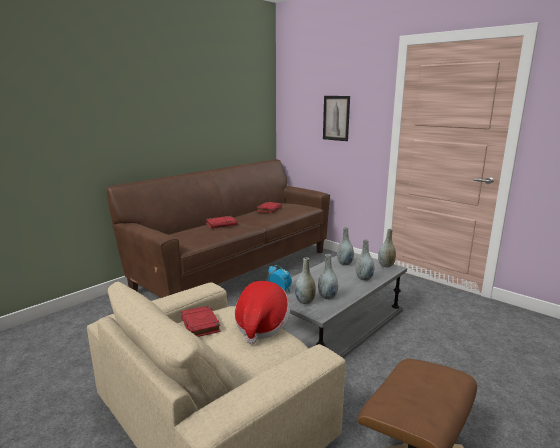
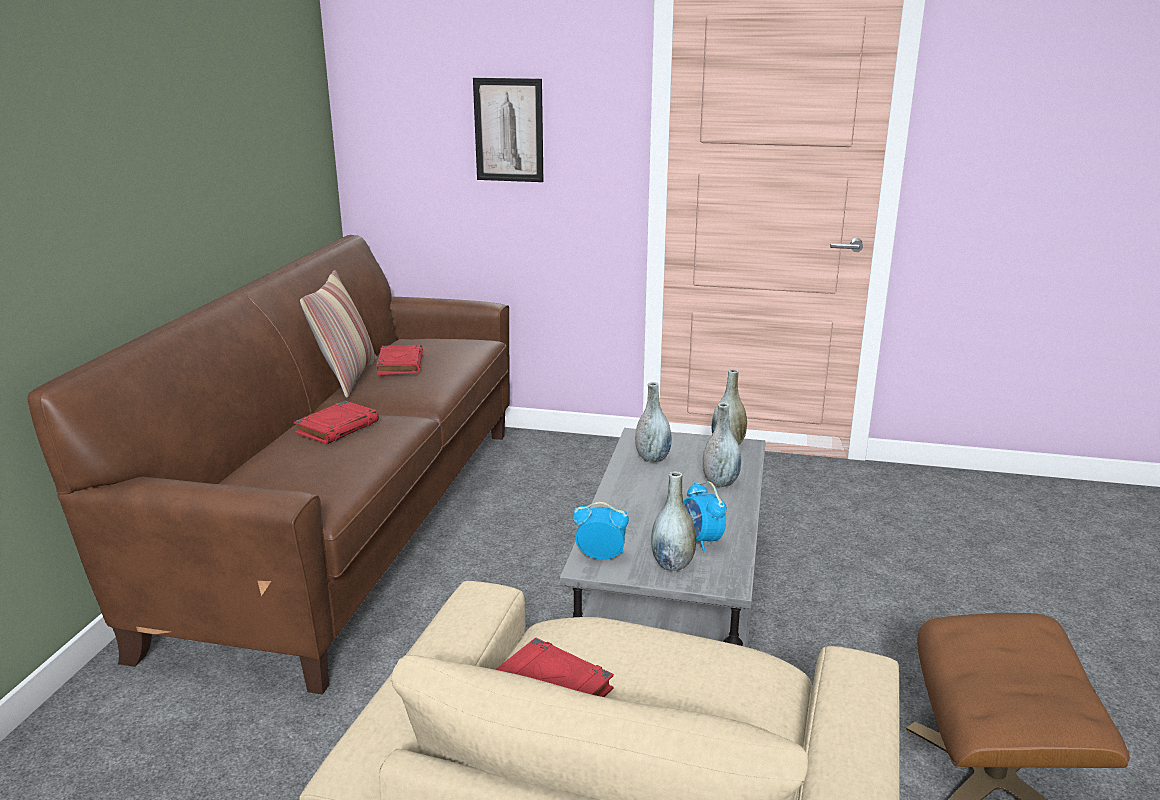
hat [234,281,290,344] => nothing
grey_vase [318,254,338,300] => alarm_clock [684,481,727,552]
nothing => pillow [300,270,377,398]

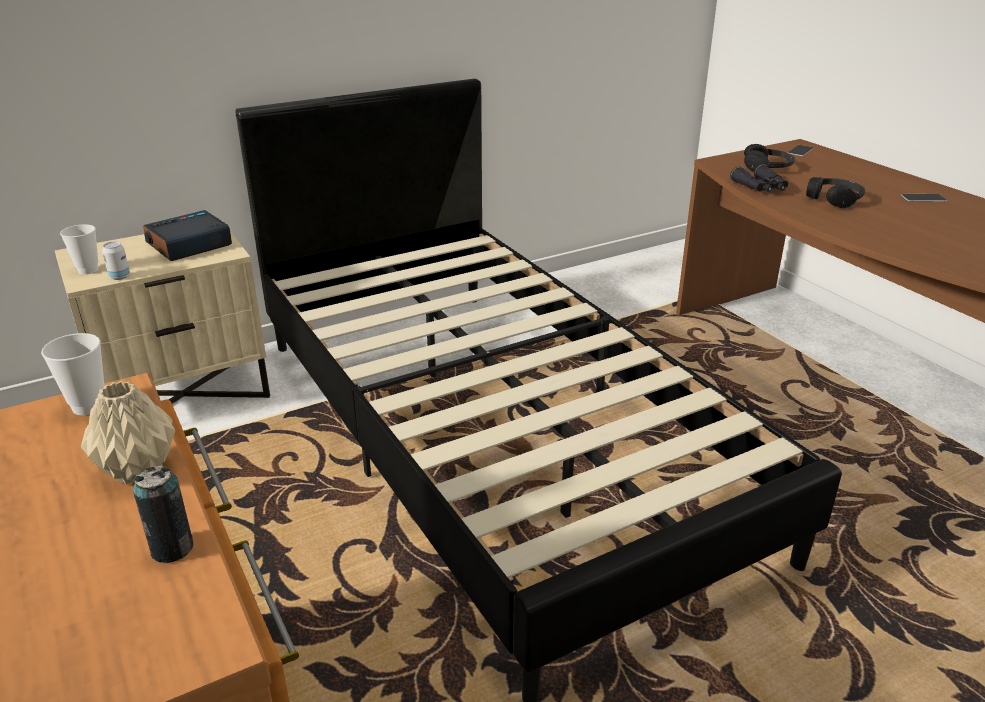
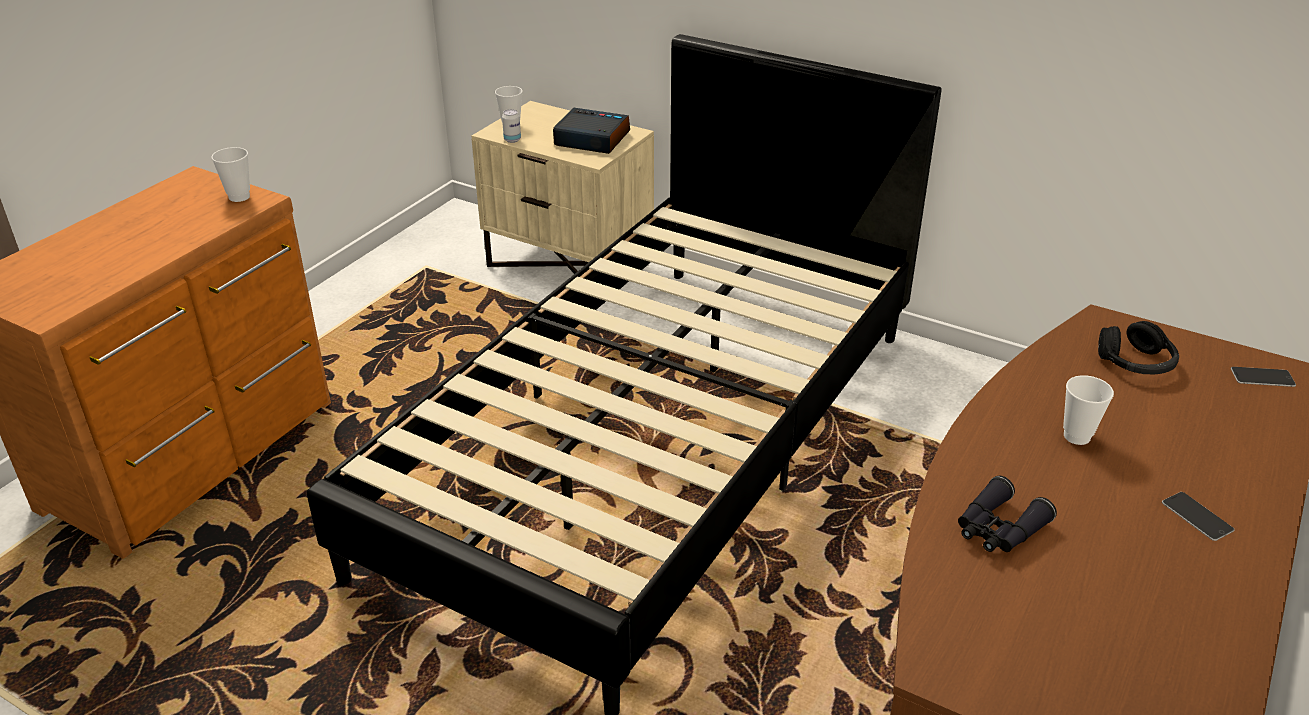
beige_vase [81,381,175,485] => nothing
can [133,466,194,563] => nothing
black_binoculars [730,164,788,192] => black_binoculars [958,476,1057,552], moved
black_headphones [806,177,865,208] => cup [1063,375,1114,445]

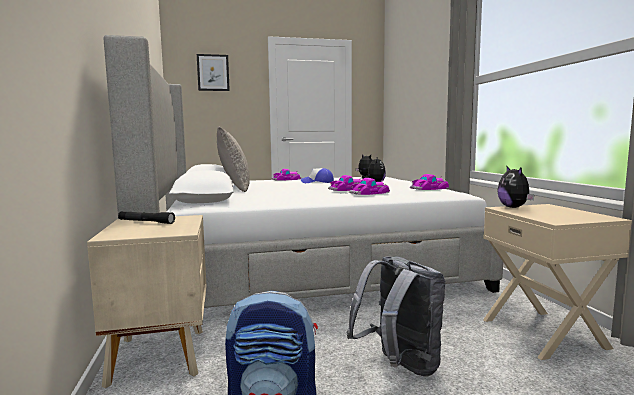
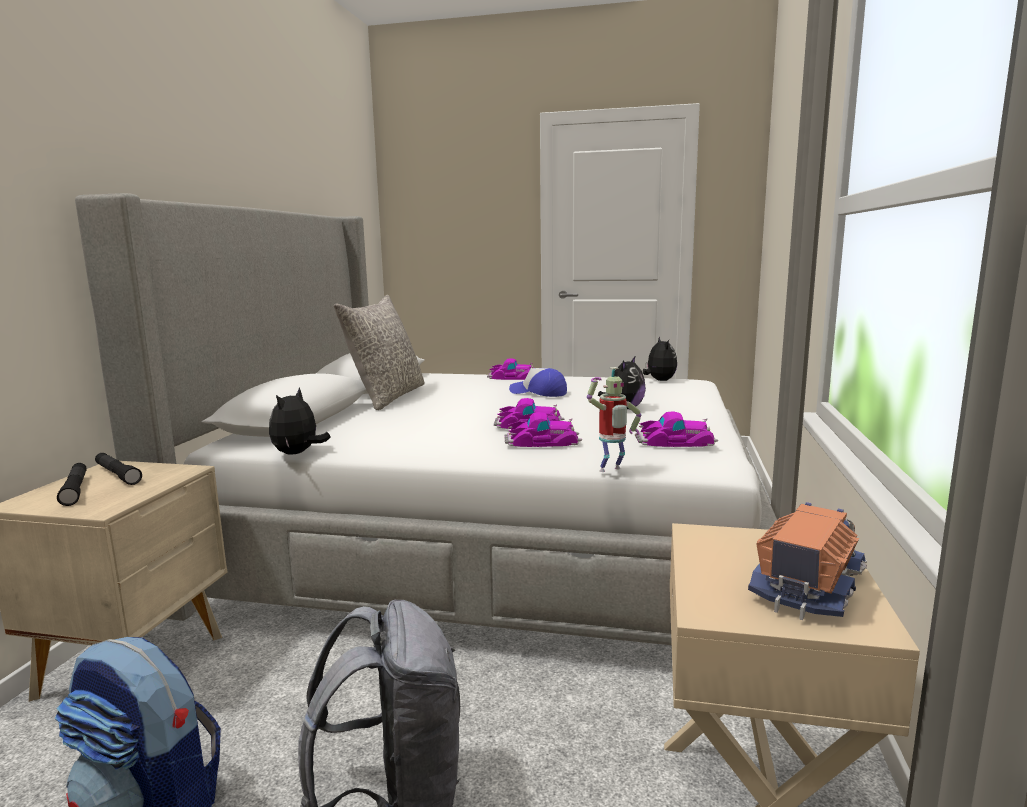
picture [197,54,230,91] => nothing
plush_toy [497,165,534,208] => plush_toy [269,387,330,455], moved
nothing => black_flashlight [57,463,87,506]
nothing => toy_robot [587,367,641,472]
nothing => toy_truck [748,502,867,620]

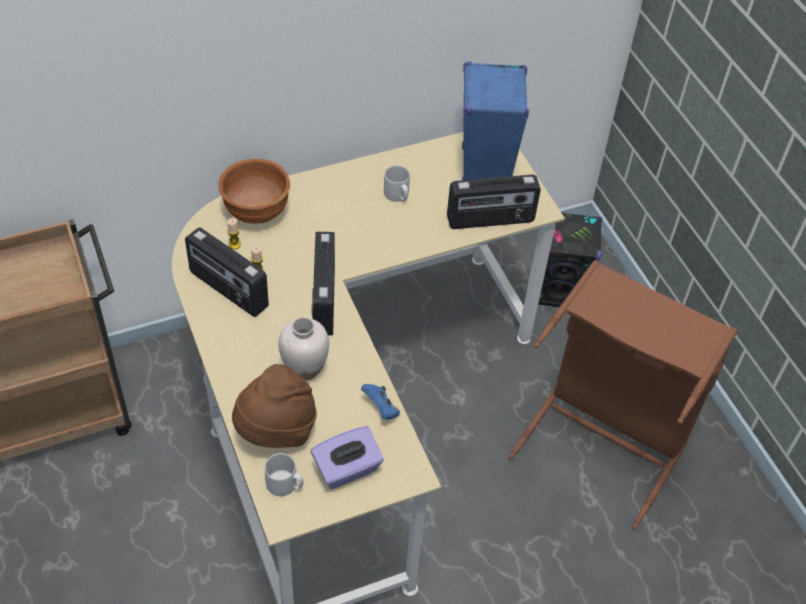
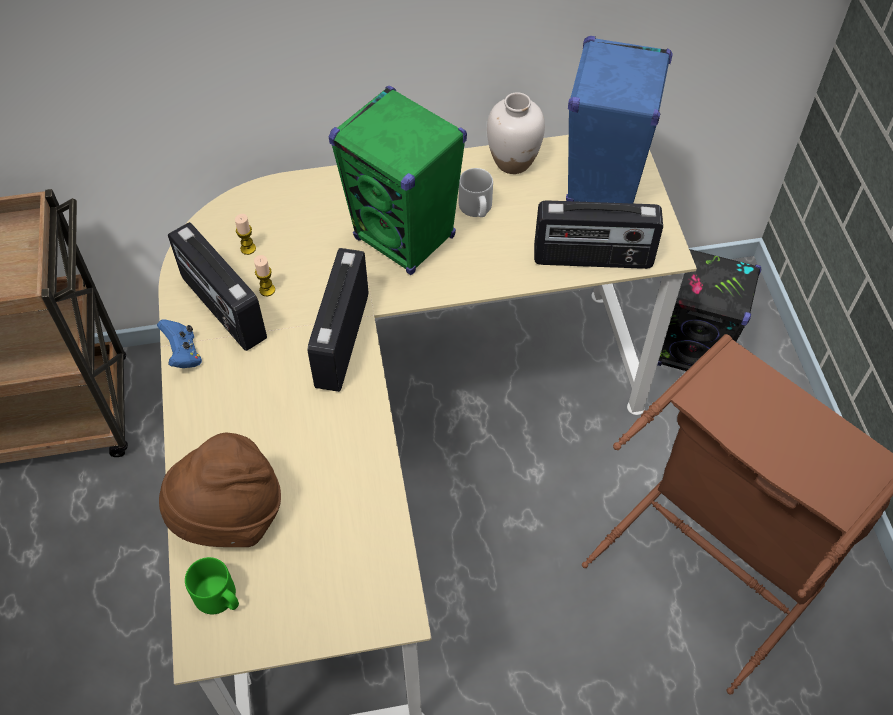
brown_bowl [219,159,290,224] => nothing
grey_mug [264,453,304,496] => green_mug [185,557,239,614]
white_vase [278,317,329,381] => white_vase [487,92,545,174], moved
purple_tissue_box [311,426,384,489] => nothing
blue_game_controller [361,384,400,420] => blue_game_controller [157,319,202,368], moved
nothing => green_speaker [329,86,467,275]

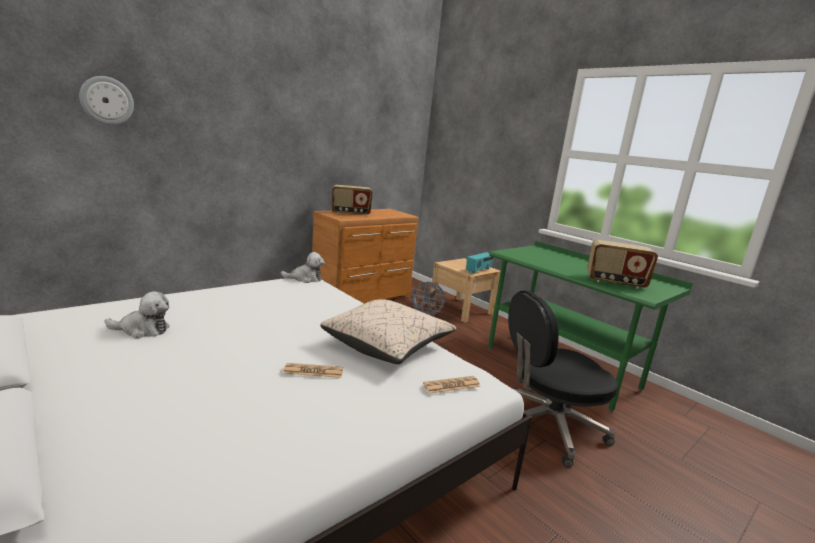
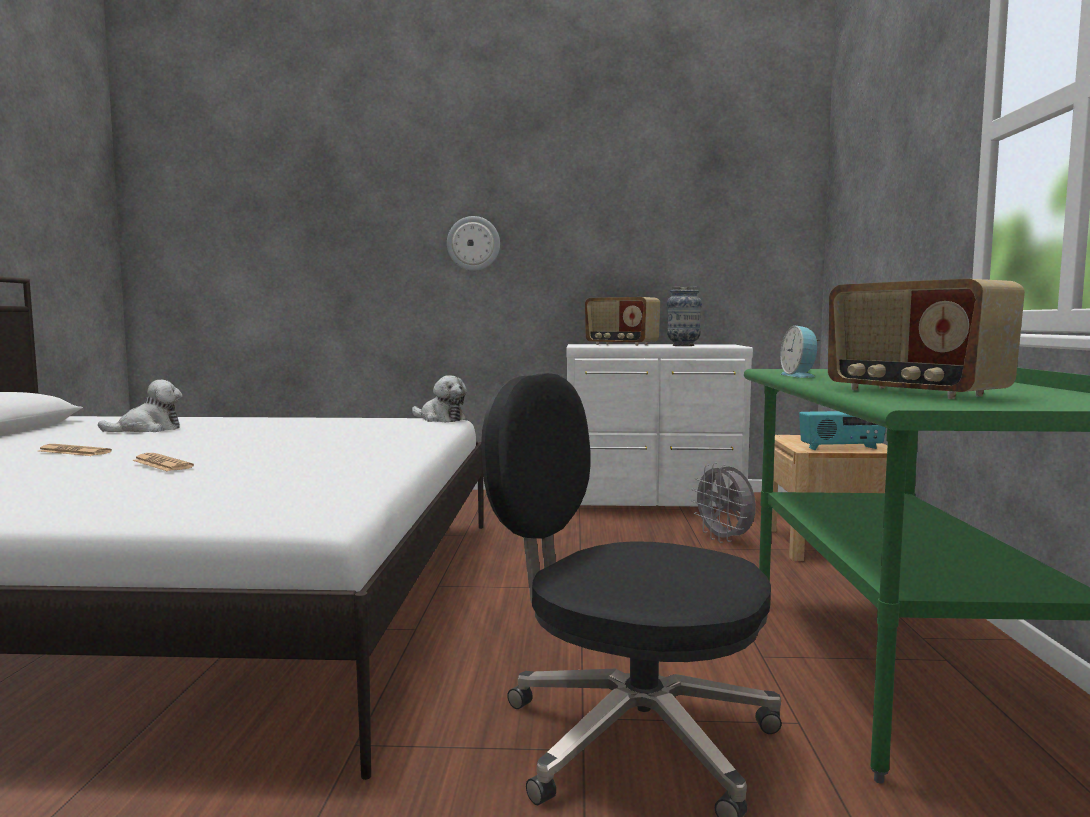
wall_clock [79,76,134,125] => wall_clock [447,216,500,271], moved
plush_toy [105,291,170,338] => plush_toy [98,380,183,432], 75 degrees counterclockwise
brown_dresser [312,209,419,303] => white_dresser [566,344,753,514]
beige_pillow [321,299,456,364] => nothing
newspaper [423,376,481,393] => newspaper [38,444,112,456], moved
nothing => vase [667,286,702,346]
nothing => alarm_clock [780,326,820,378]

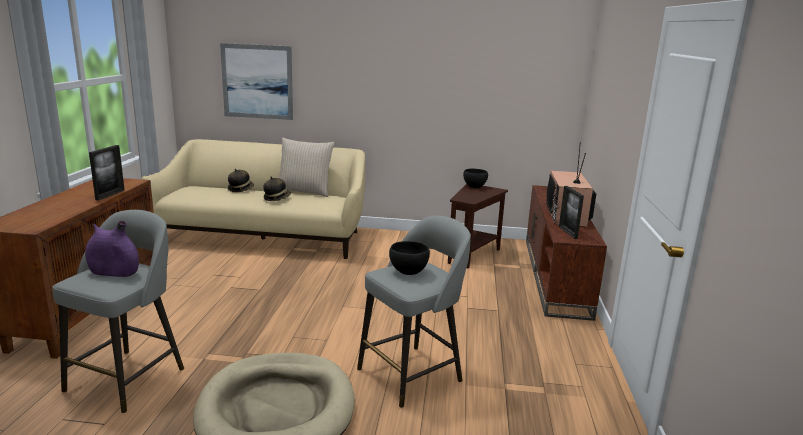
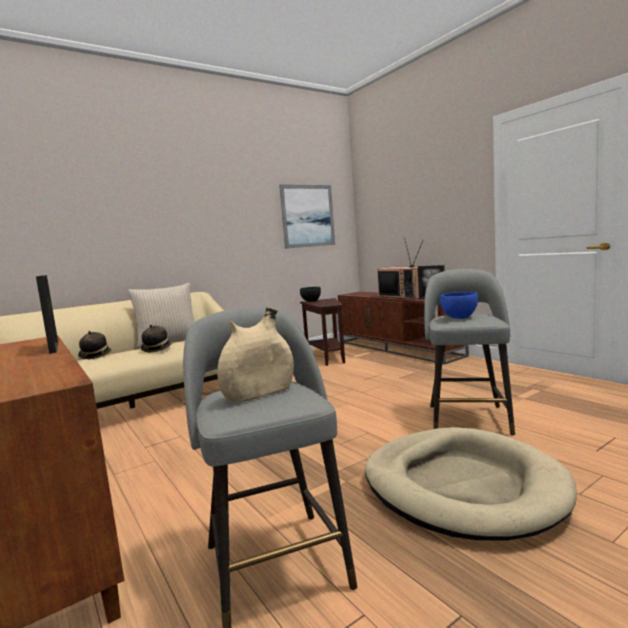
purple_vase [85,221,139,277] => beige_vase [217,307,294,402]
picture [220,43,293,120] => picture [279,184,335,249], moved
black_bowl [389,241,430,275] => blue_bowl [440,292,478,319]

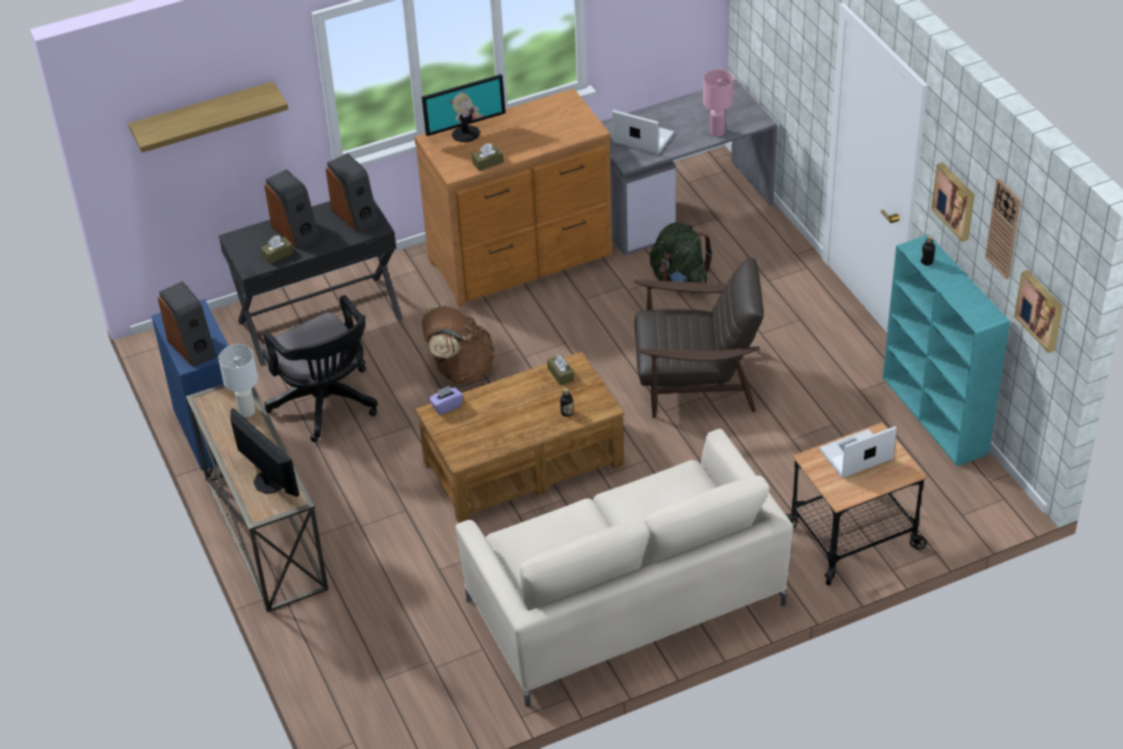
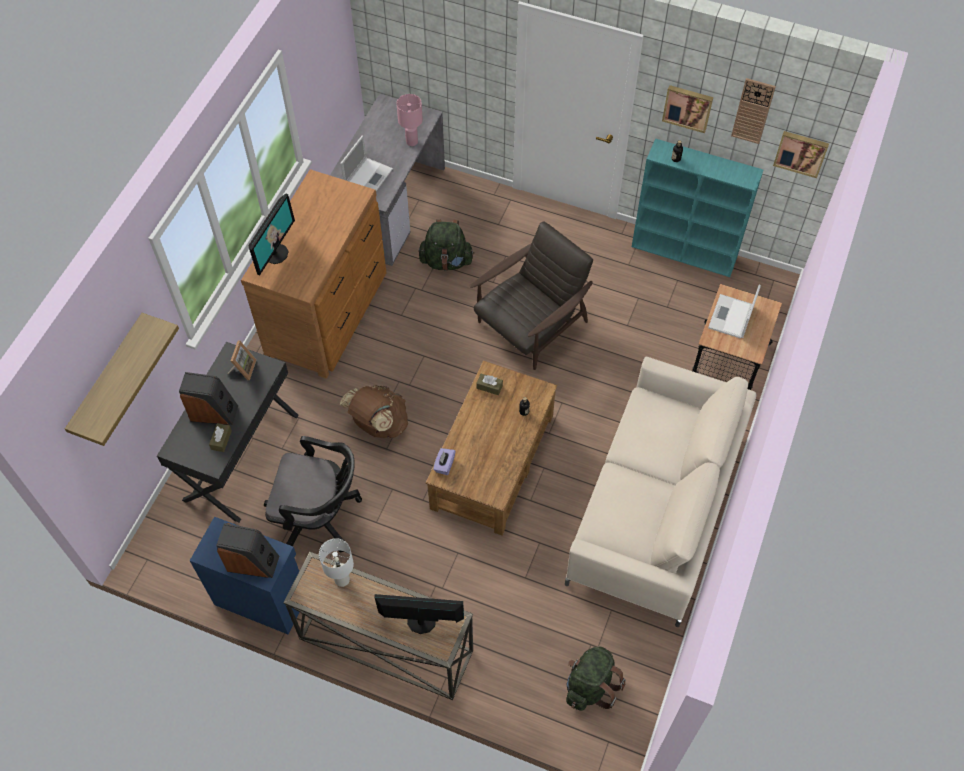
speaker [326,153,379,233] => picture_frame [227,340,256,380]
brown_tissue_box [472,143,504,171] => nothing
laptop [612,110,674,154] => laptop [340,136,393,191], 135 degrees clockwise
nothing => green_backpack [566,646,626,711]

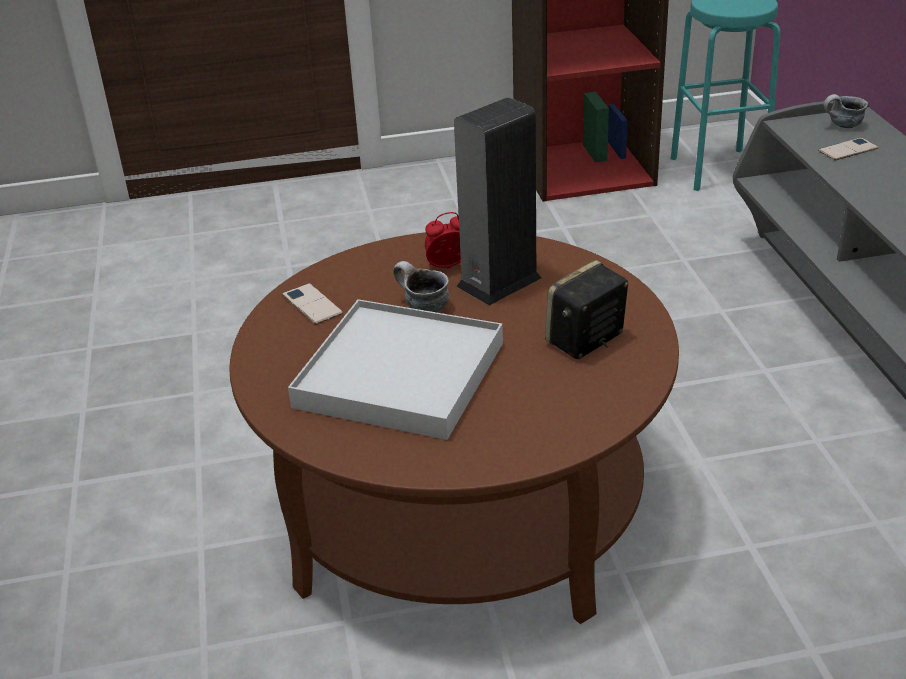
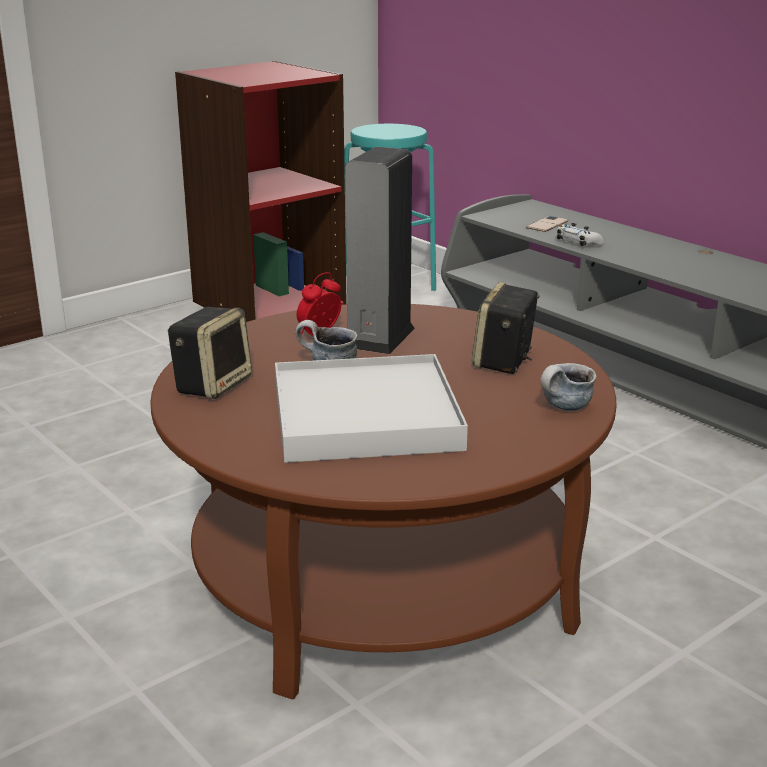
phone [282,283,343,325] => speaker [168,307,252,399]
mug [824,94,868,128] => mug [541,363,597,411], moved
nothing => white_game_controller [557,223,605,246]

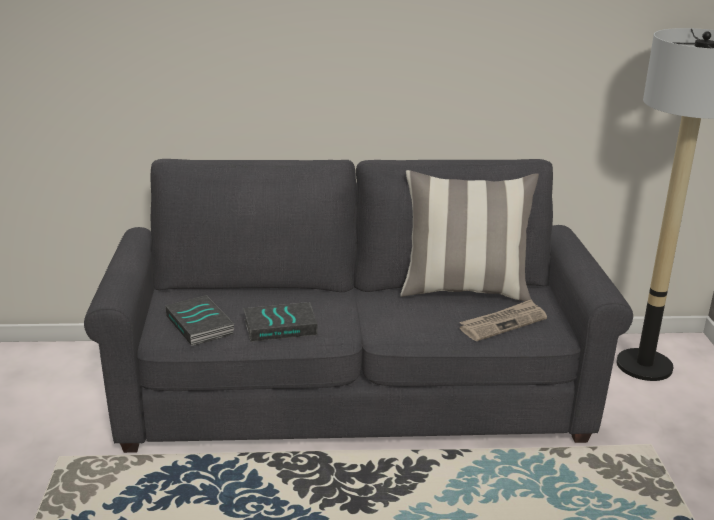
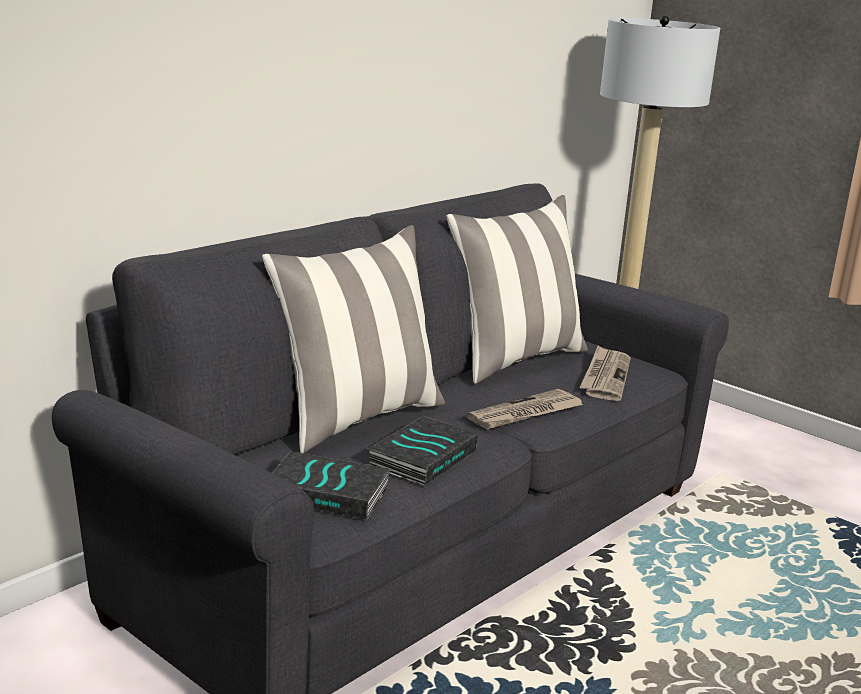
nothing => pillow [262,225,445,453]
nothing => newspaper [467,389,584,430]

